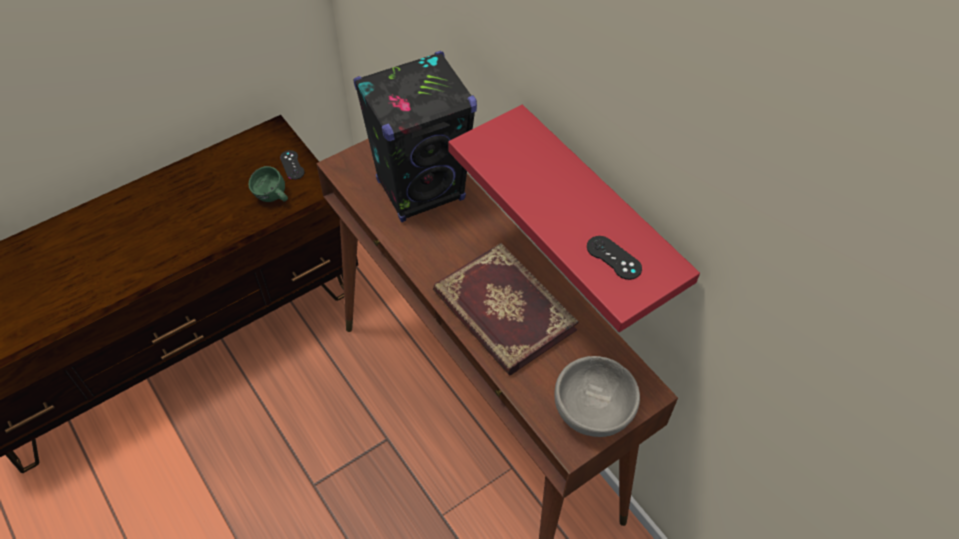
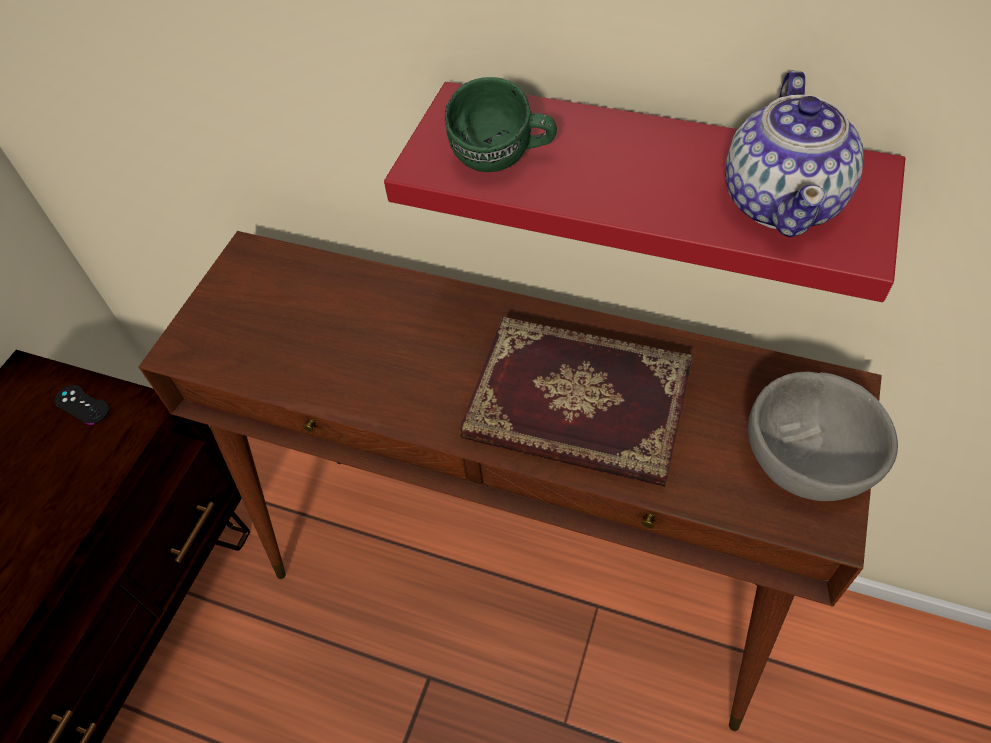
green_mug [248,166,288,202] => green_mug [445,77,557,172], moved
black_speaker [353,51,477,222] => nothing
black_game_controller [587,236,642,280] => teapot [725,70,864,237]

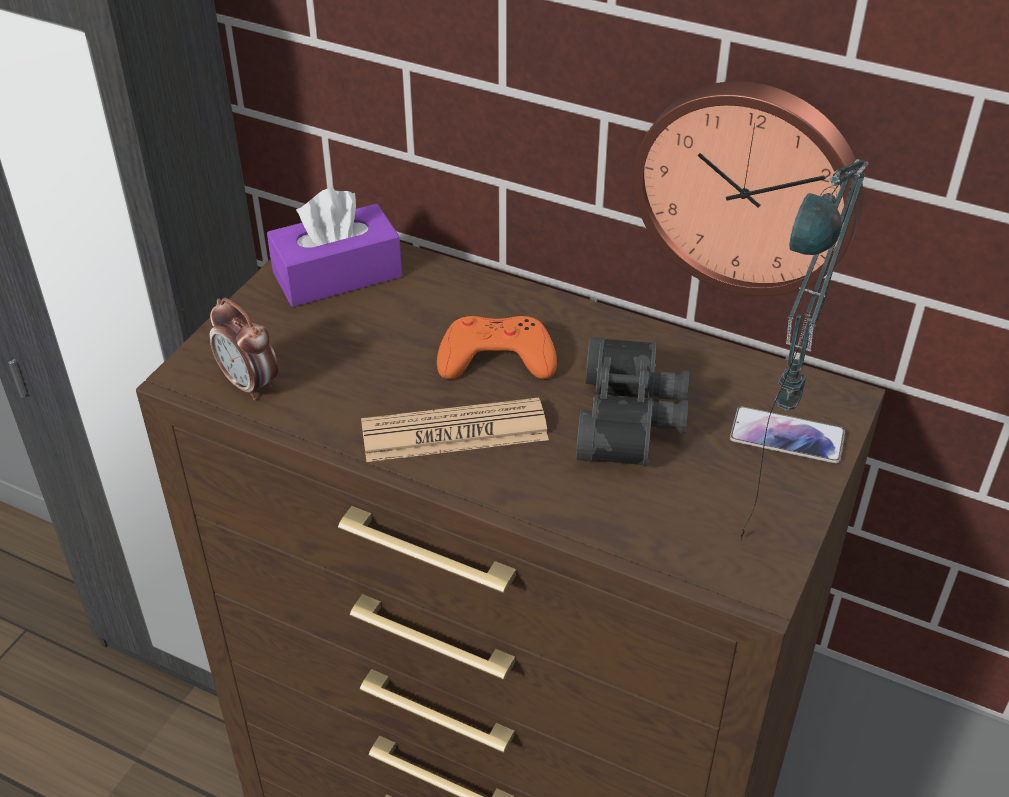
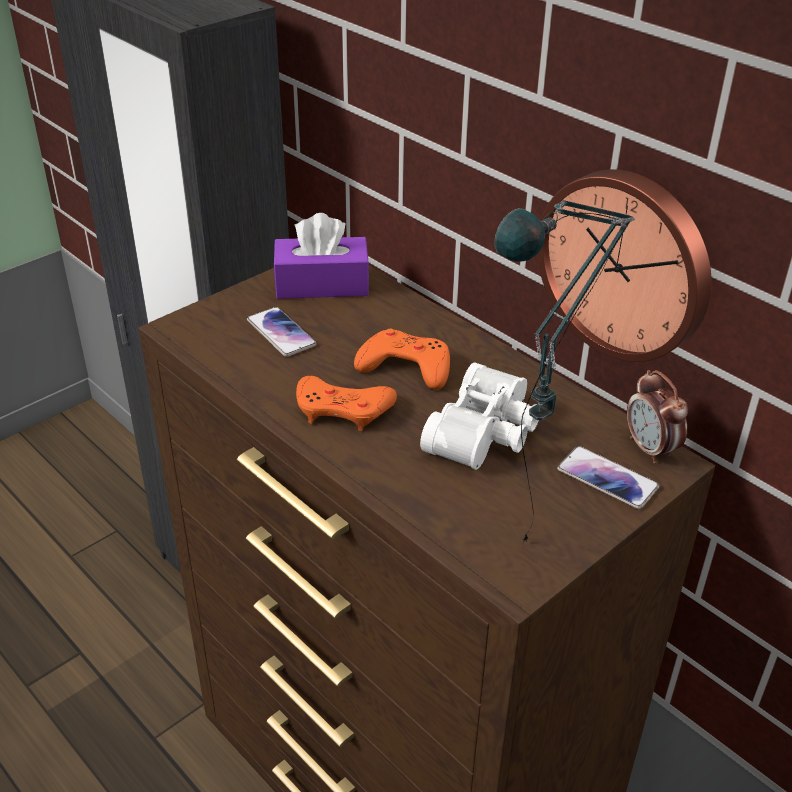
alarm_clock [209,298,278,401] => alarm_clock [627,370,688,464], moved
newspaper [361,398,549,462] => orange_game_controller [296,376,397,431]
black_binoculars [576,337,689,467] => white_binoculars [420,362,538,470]
nothing => phone [247,307,316,357]

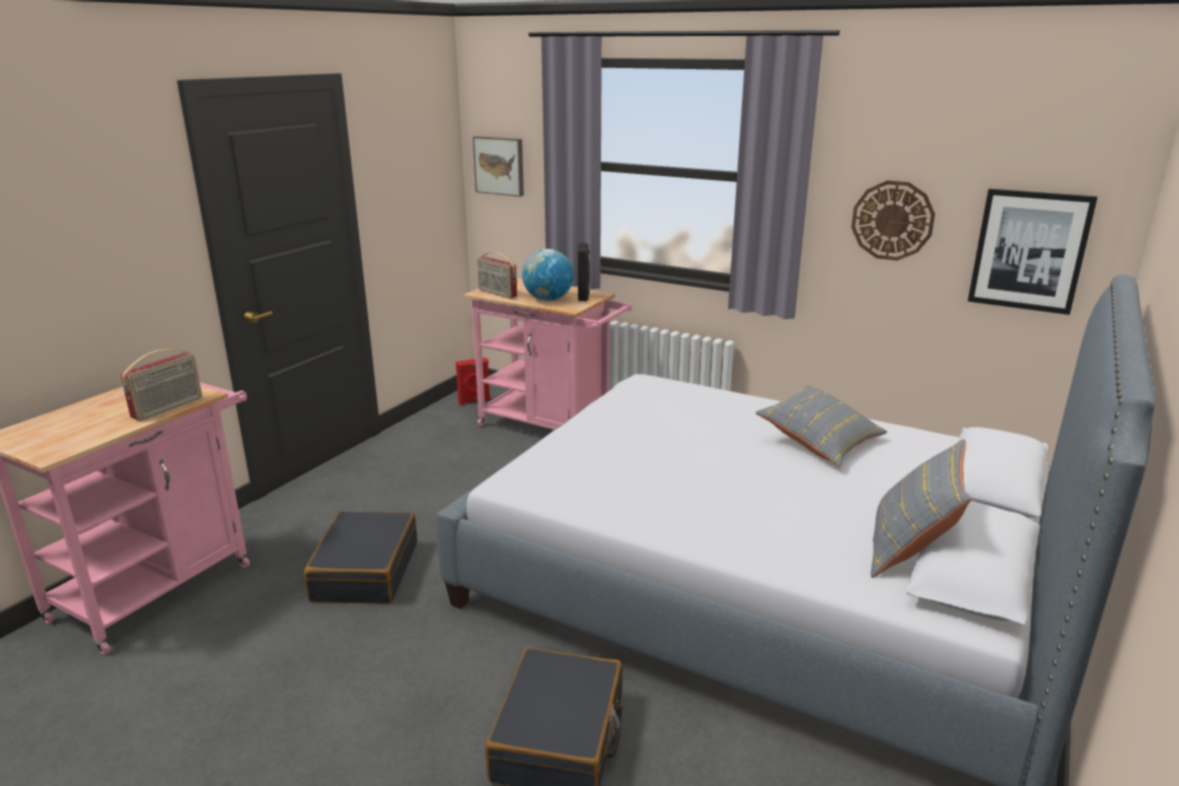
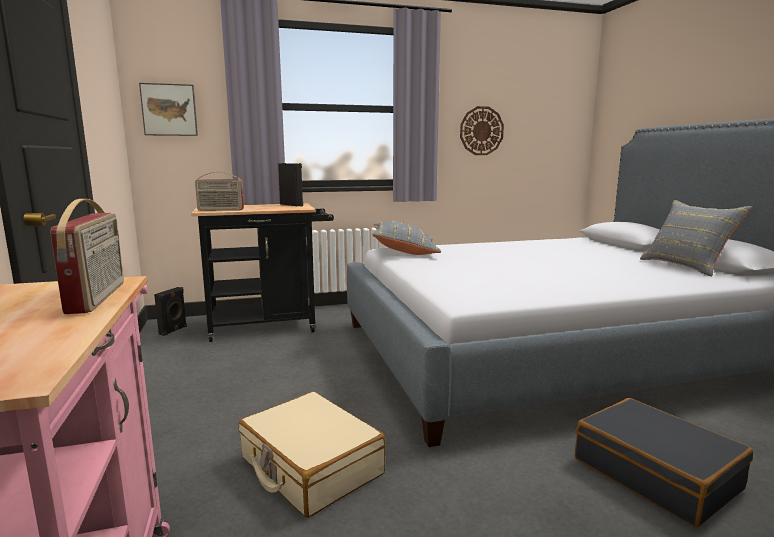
black_suitcase [304,511,417,604] => beige_suitcase [239,391,386,518]
red_speaker [456,358,490,405] => black_speaker [154,287,187,336]
pink_cart [463,278,632,430] => black_cart [191,203,334,342]
globe [522,249,574,301] => nothing
grey_pillow [756,385,887,467] => grey_pillow [372,221,441,255], moved
picture [968,189,1098,315] => nothing

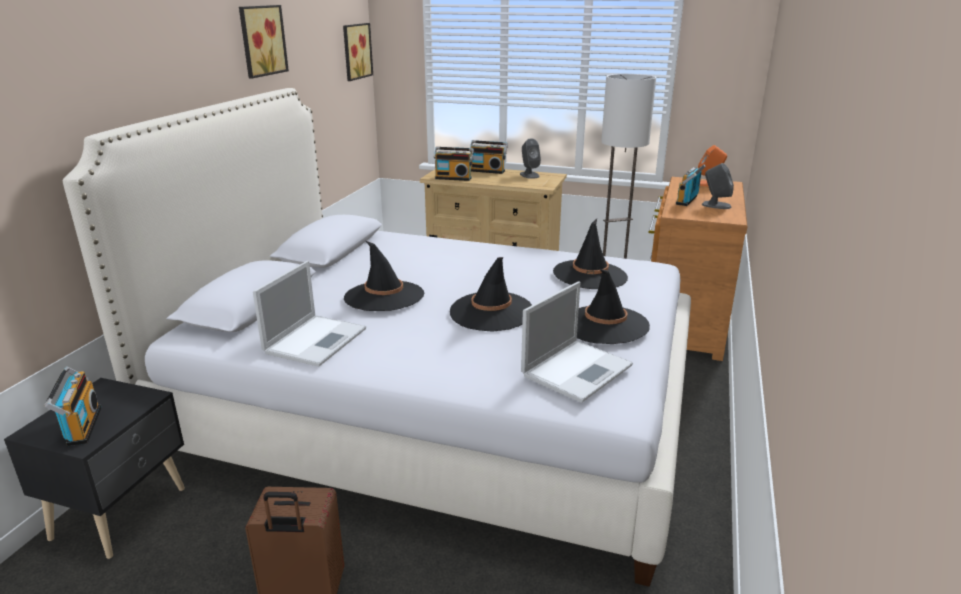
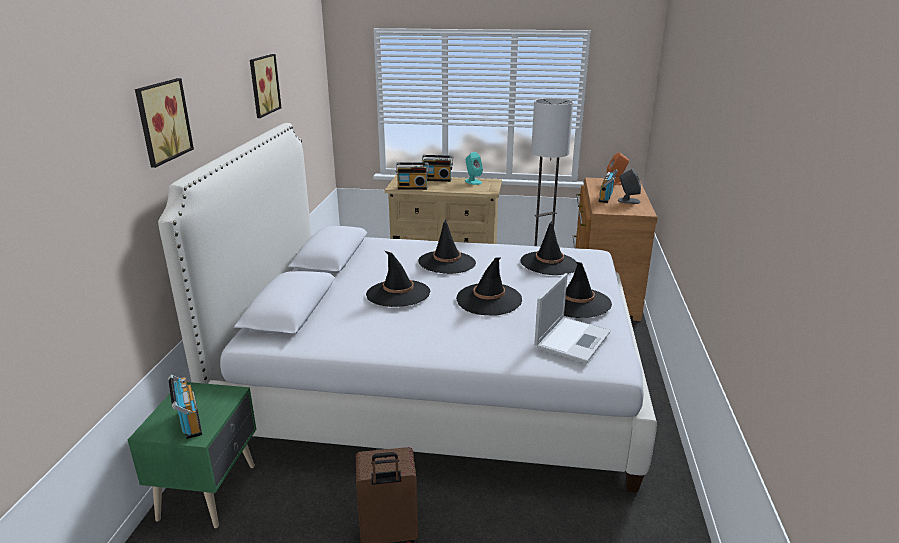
black_nightstand [4,378,185,559] => green_nightstand [128,382,256,528]
laptop [253,261,366,367] => nothing
picture [343,23,373,81] => picture [135,78,194,168], moved
grey_speaker [520,138,541,179] => turquoise_speaker [465,152,483,185]
nothing => black_hat [419,220,476,274]

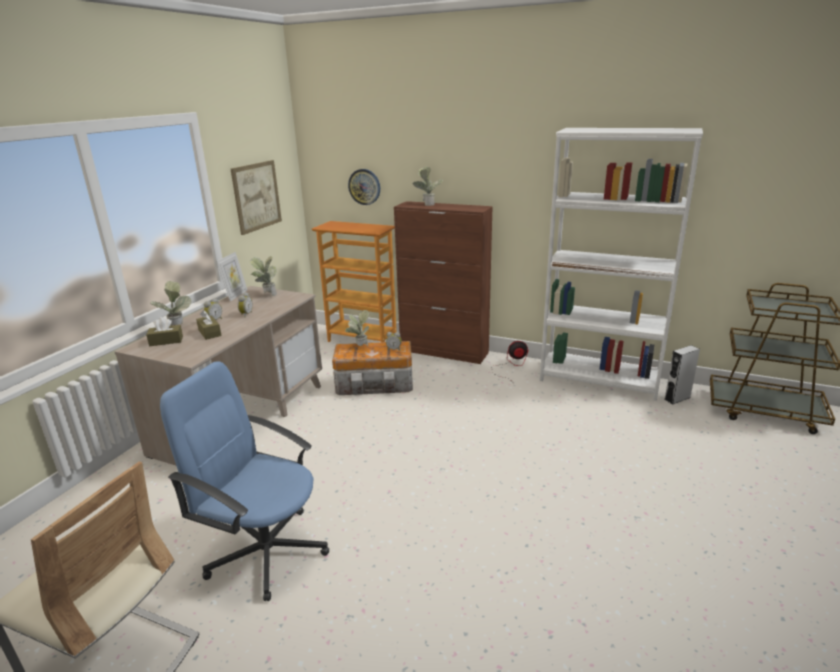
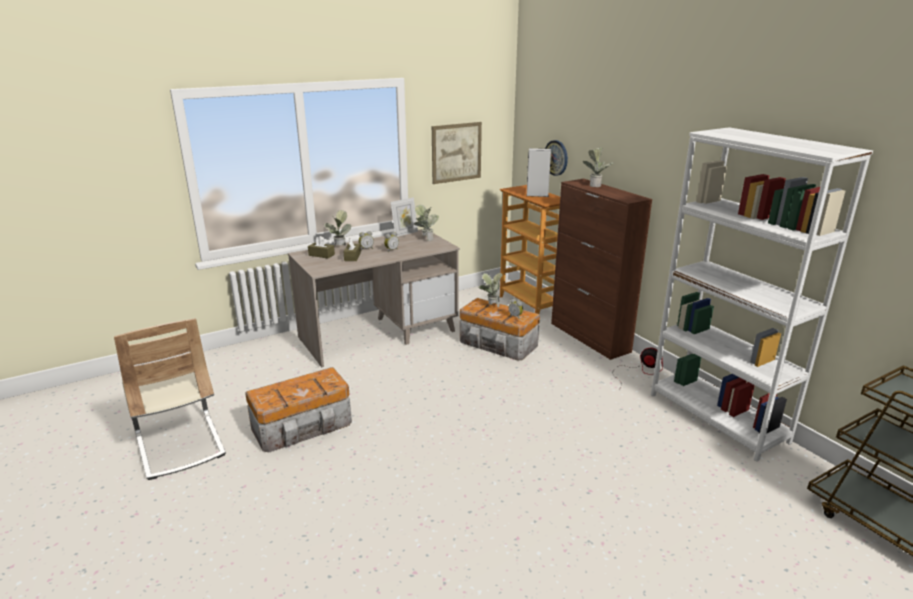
blue_office_chair [160,362,329,601] => storage_box [245,367,352,452]
grey_speaker [664,345,700,404] => grey_speaker [526,148,551,197], moved

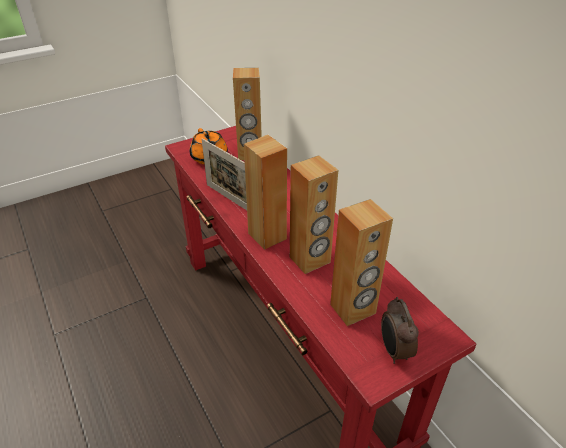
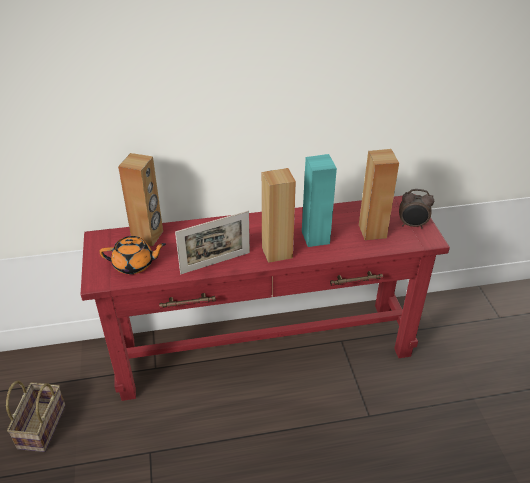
brown_speaker [290,155,338,274] => turquoise_speaker [302,154,337,247]
nothing => basket [6,380,65,452]

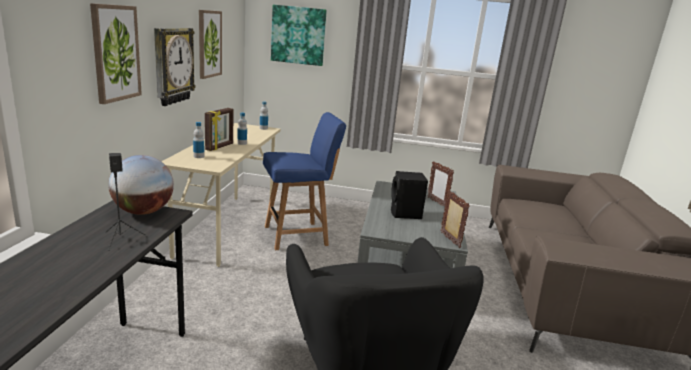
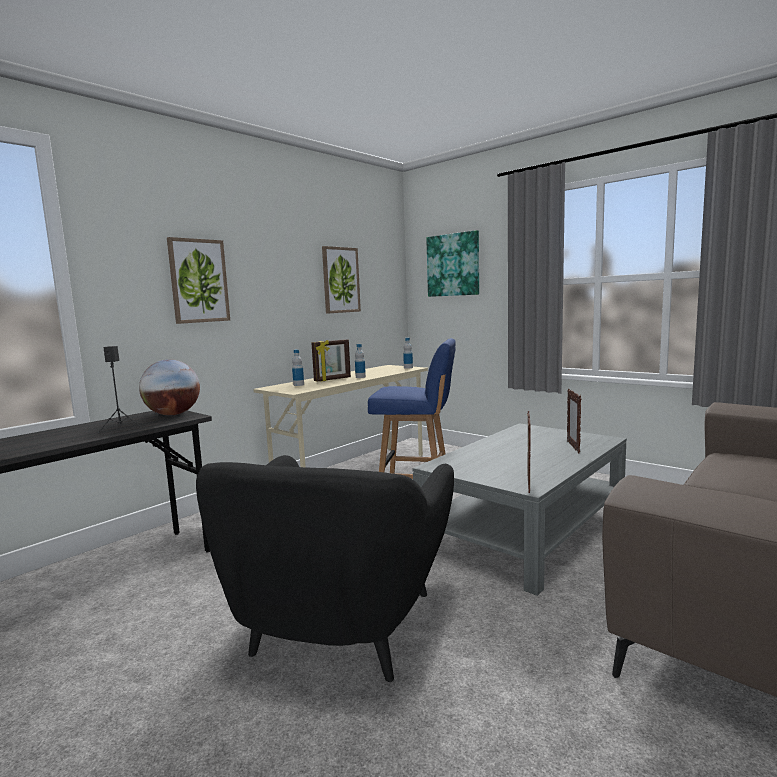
wall_clock [154,28,196,106] => nothing
black_speaker [391,171,428,219] => nothing

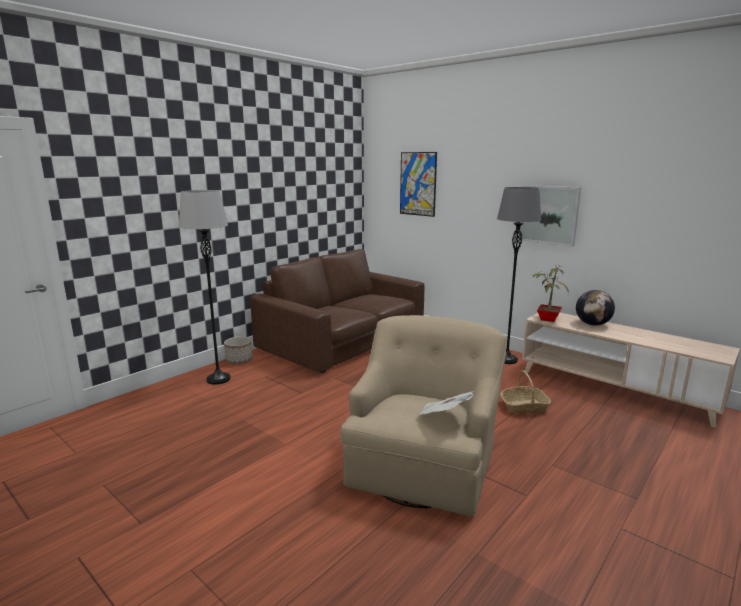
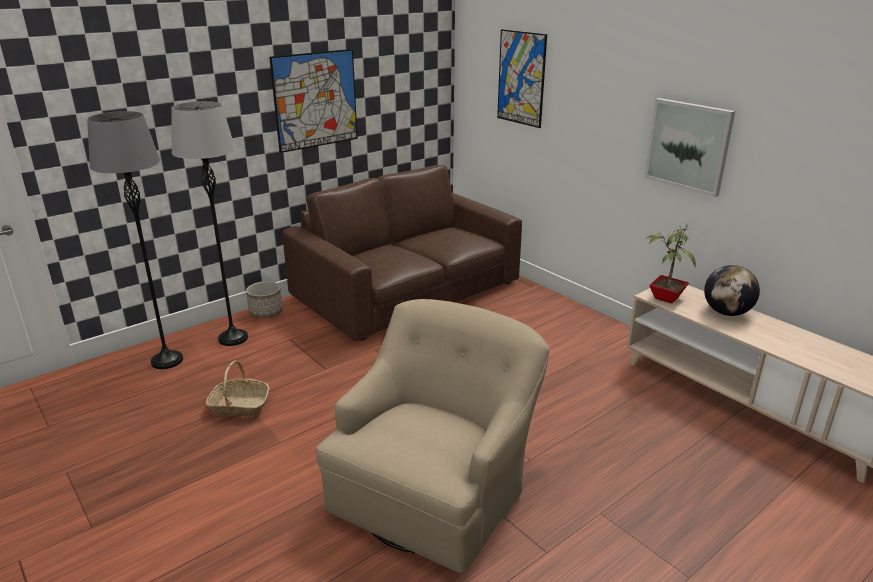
newspaper [418,391,474,415] => nothing
grey_floor_lamp [497,187,541,364] => grey_floor_lamp [87,111,183,369], moved
basket [500,370,551,413] => basket [206,361,269,417], moved
nothing => picture [269,49,358,153]

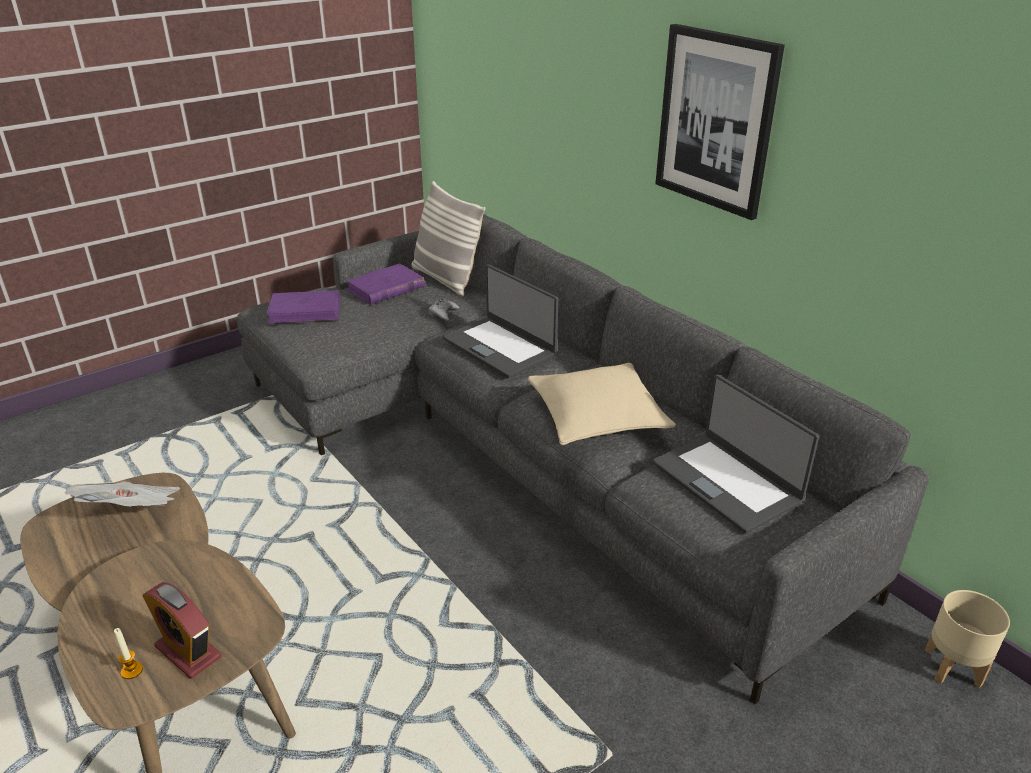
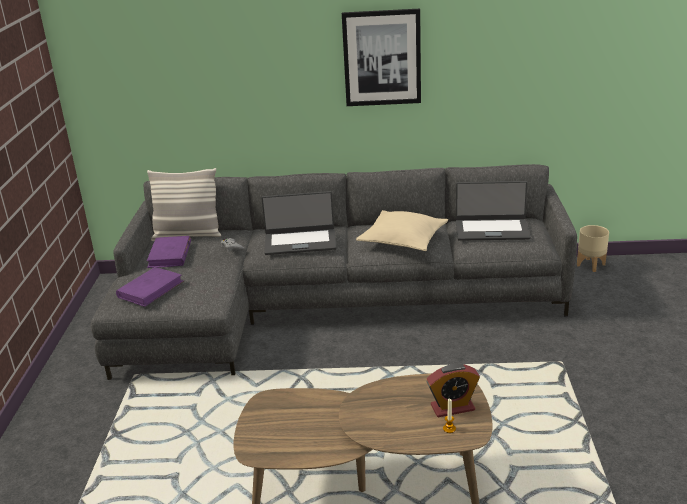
newspaper [65,481,180,506] => nothing

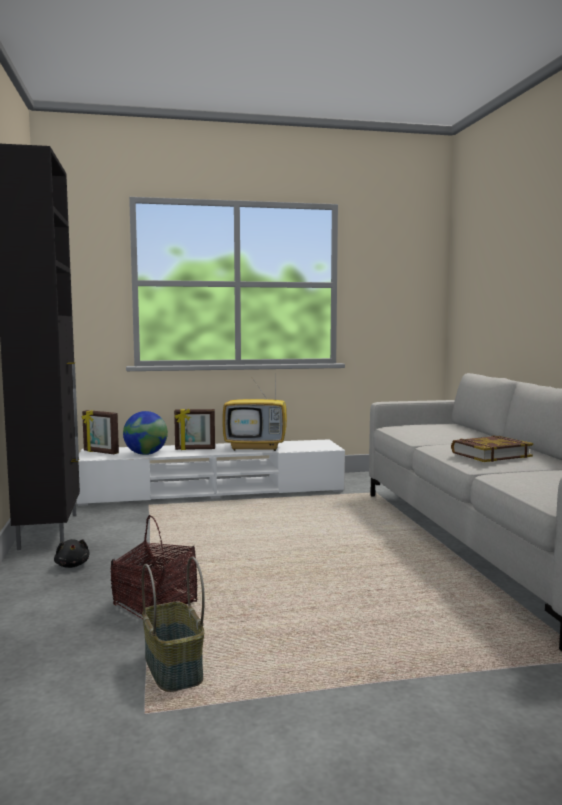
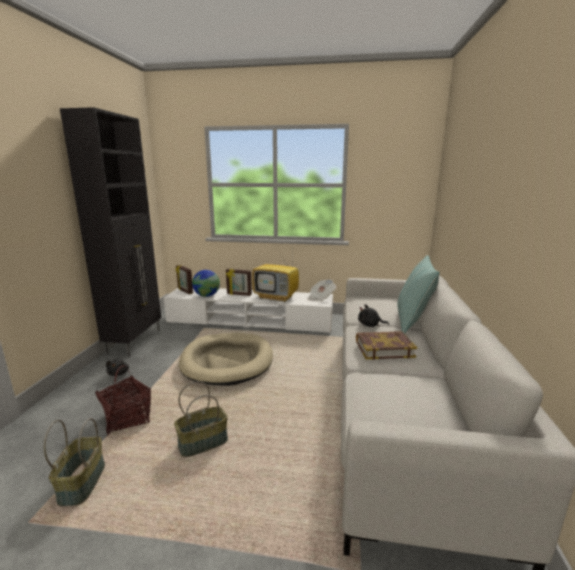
nothing => basket [174,381,228,457]
nothing => beige_dog_bed [179,333,273,386]
nothing => newspaper [307,279,336,302]
nothing => black_plush_toy [358,304,389,327]
nothing => pillow [397,255,440,334]

